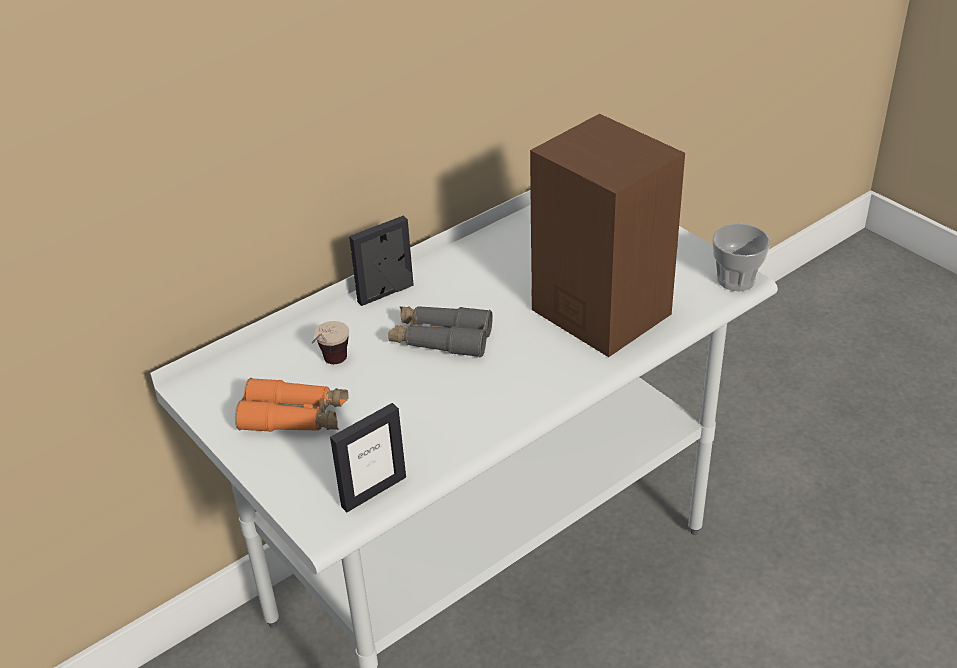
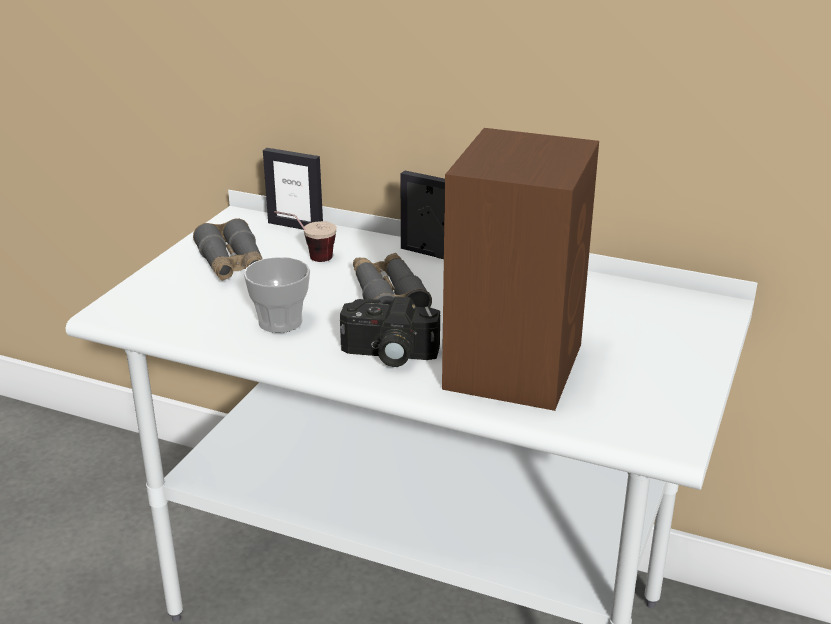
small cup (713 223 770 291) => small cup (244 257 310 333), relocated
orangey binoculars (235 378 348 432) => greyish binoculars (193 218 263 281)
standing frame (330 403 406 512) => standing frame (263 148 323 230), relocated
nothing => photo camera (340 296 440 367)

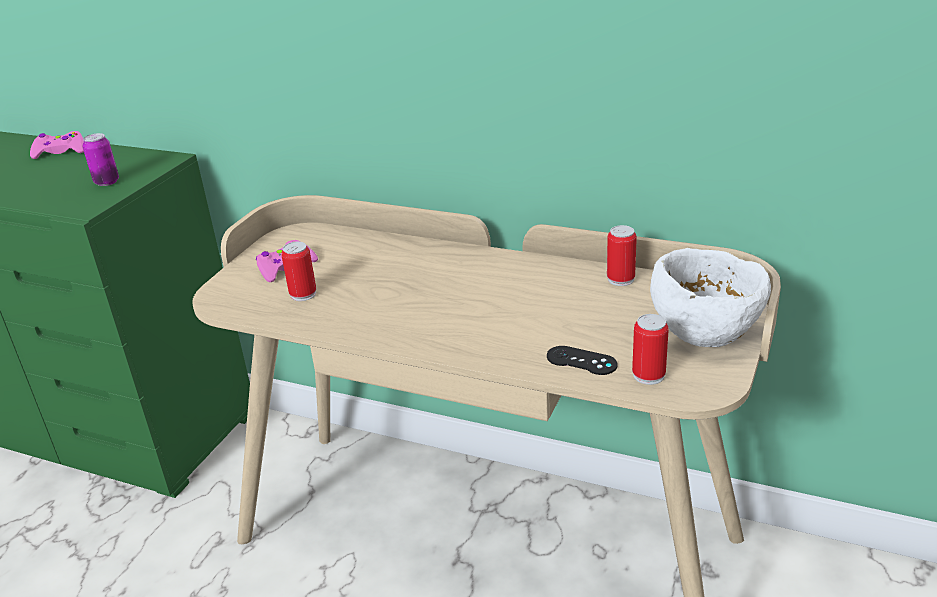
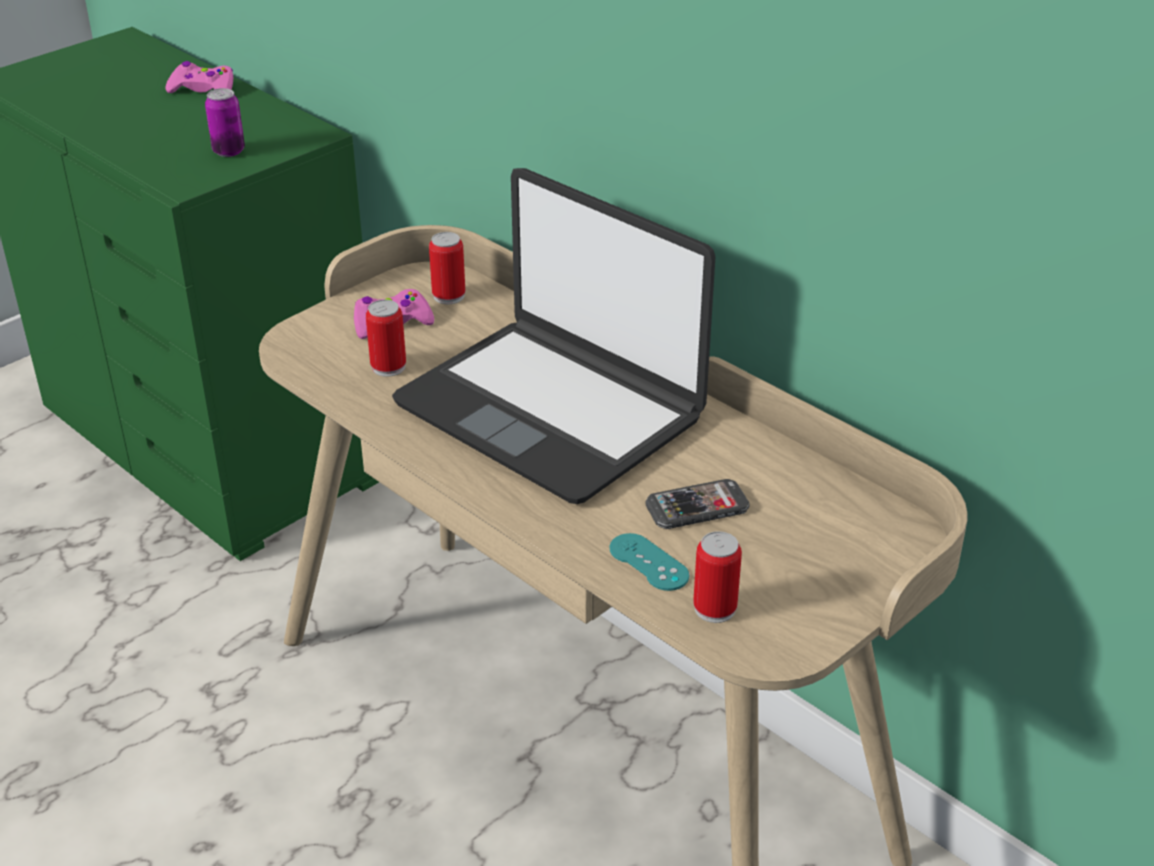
metal can (607 225 637 286) => metal can (429 232 465 304), relocated
white serving bowl (650 248 771 347) => nothing
black game controller (547 346 618 375) => turquoise game controller (610 533 689 591)
nothing => laptop (392 168 715 504)
nothing => handset (645 479 750 529)

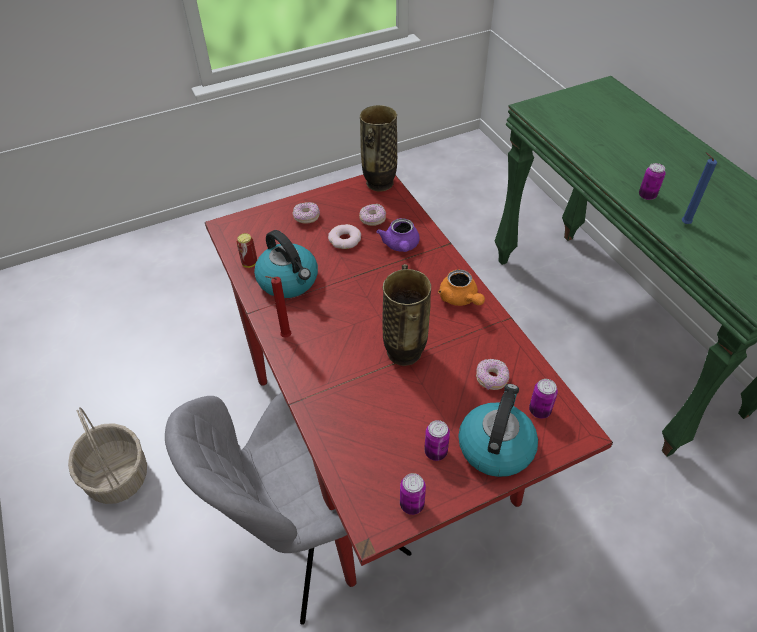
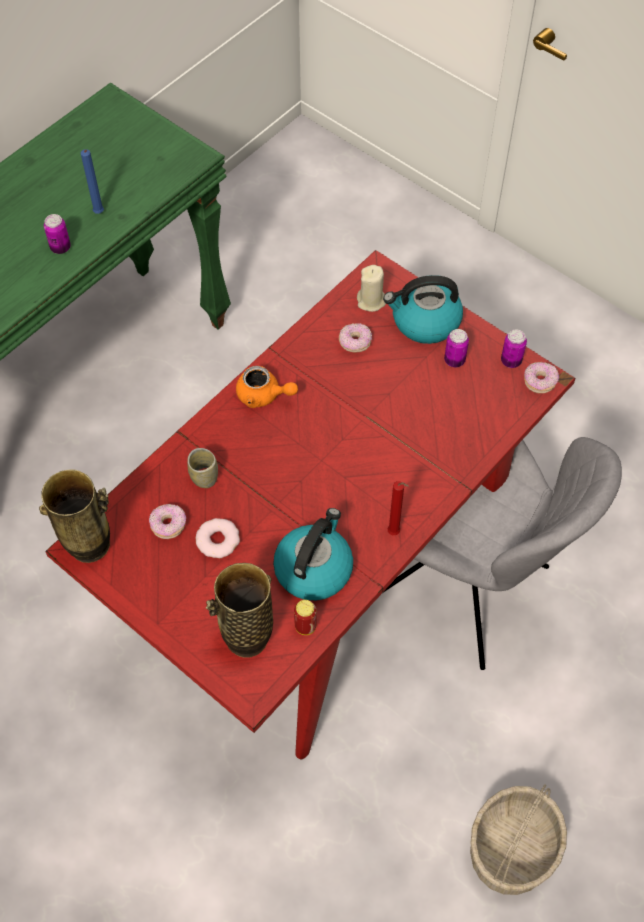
ring doughnut (293 202 320 224) => ring doughnut (524 362 559 393), relocated
purplish pot for tea (377 218 420 252) => small cup (187 448 218 488)
decorative vase (382 264 431 366) => decorative vase (206 563 273 658), relocated
orangey pot for tea (438 269 485 306) => orangey pot for tea (236 366 298 408), 75 degrees clockwise
metal can (529 379 558 418) => beige-coloured wax candle (357 265 386 312)

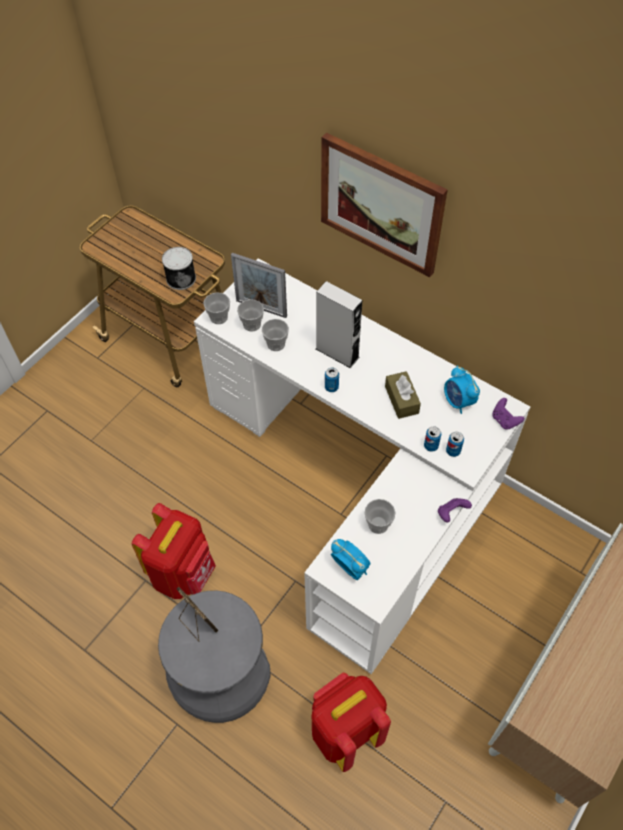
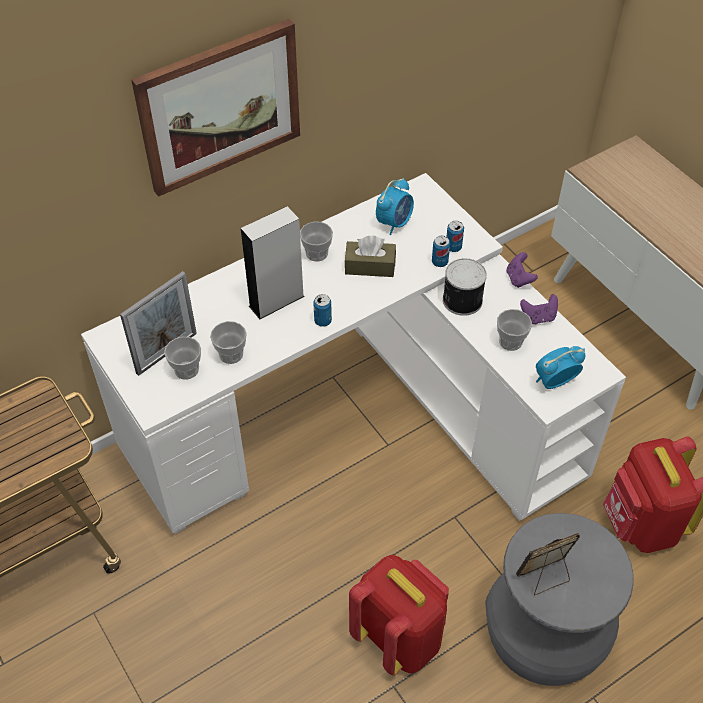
metal can (162 247 196 290) => metal can (443 258 487 316), relocated
small cup (203 292 230 324) => small cup (300 222 333 262), relocated
alarm clock (444 366 480 414) => alarm clock (376 178 414 235), 45 degrees counterclockwise
purplish game controller (492 398 524 430) => purplish game controller (520 294 558 324), relocated

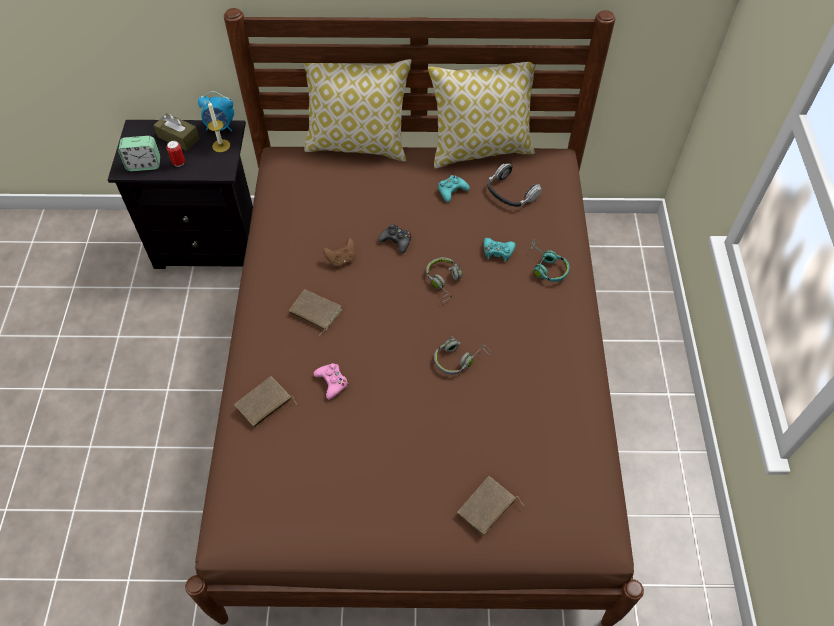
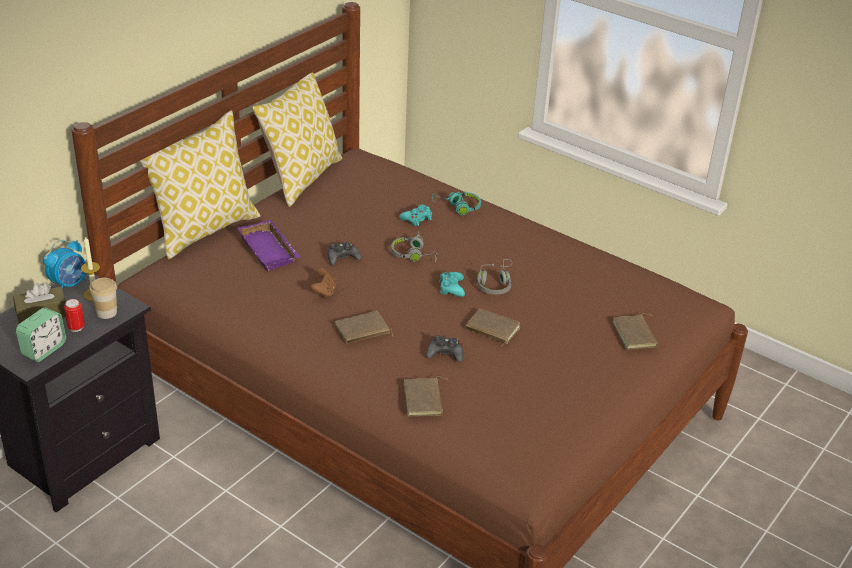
pair of headphones (487 164 542 207) => nothing
turquoise game controller (438 175 470 202) => turquoise game controller (439 272 465 297), relocated
pink-coloured game controller (314 363 348 400) => black game controller (426 335 463 362)
nothing => purplish serving tray (238 220 300 271)
nothing => small cup (89 278 117 319)
nothing => brownish volume (466 309 521 346)

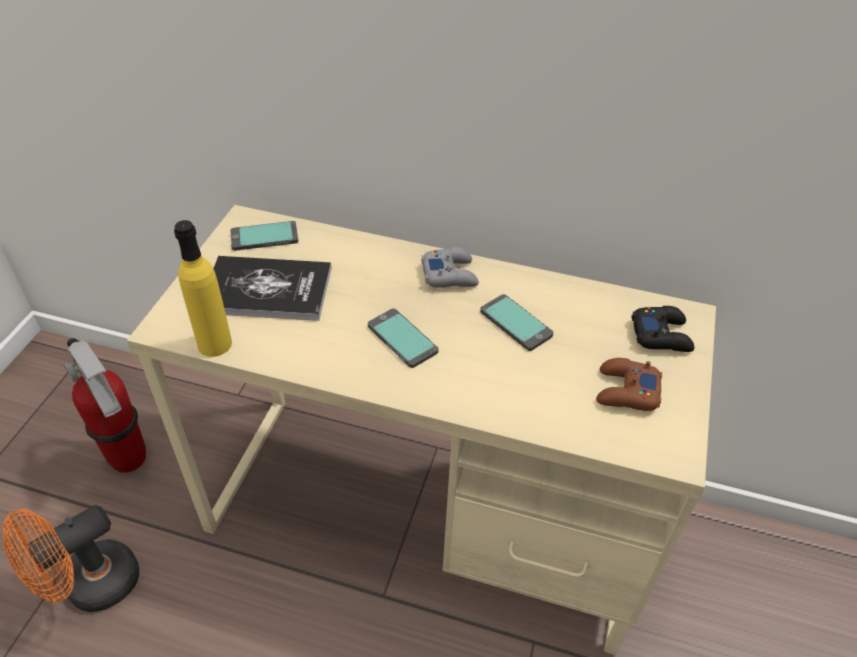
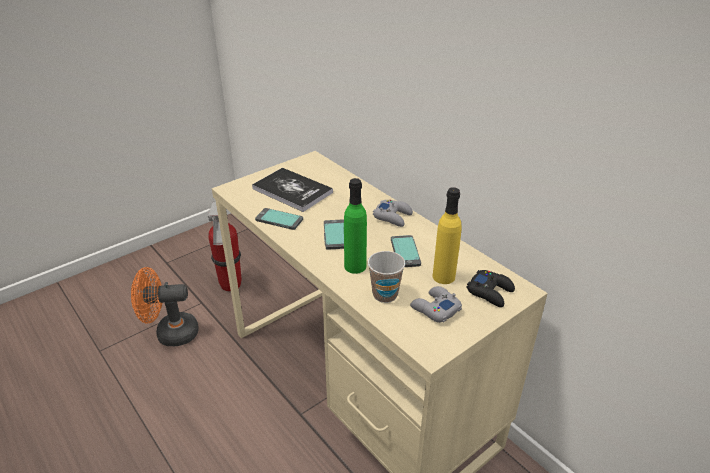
yellow-coloured bottle (174 220 232 357) => yellow-coloured bottle (432 187 462 284), relocated
handset (230 221 299 251) => handset (255 208 303 230), relocated
brownish game controller (596 358 662 411) => greyish game controller (410 286 462 323)
nothing => greenish bottle (344 178 367 274)
nothing => small cup (368 251 405 303)

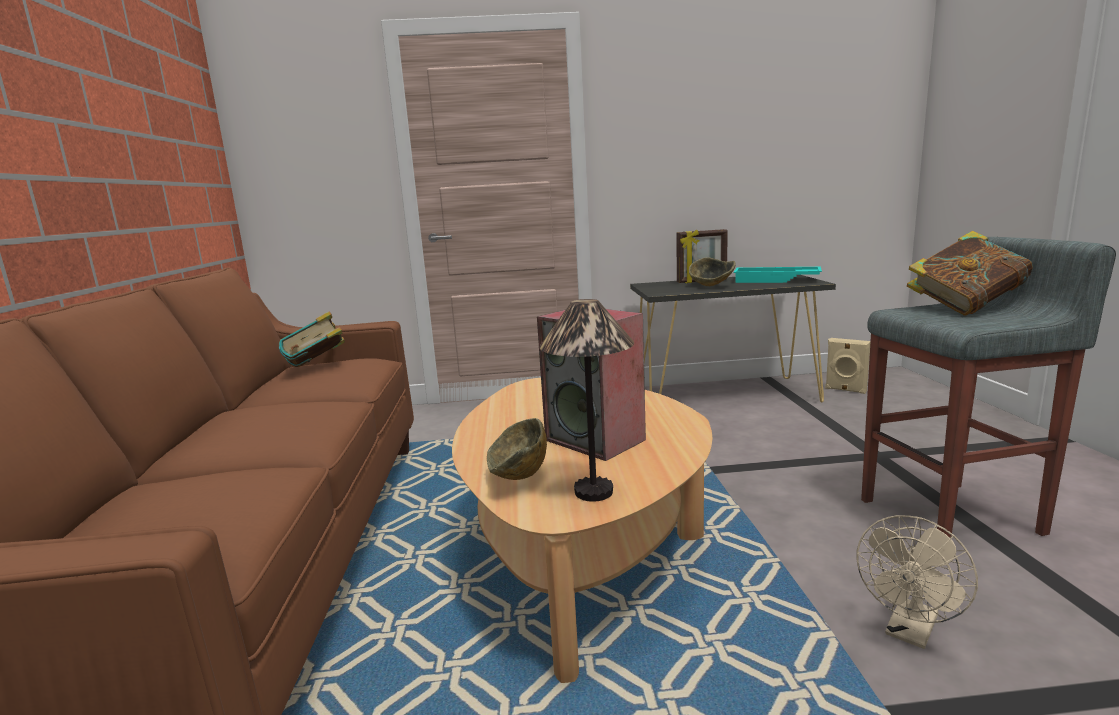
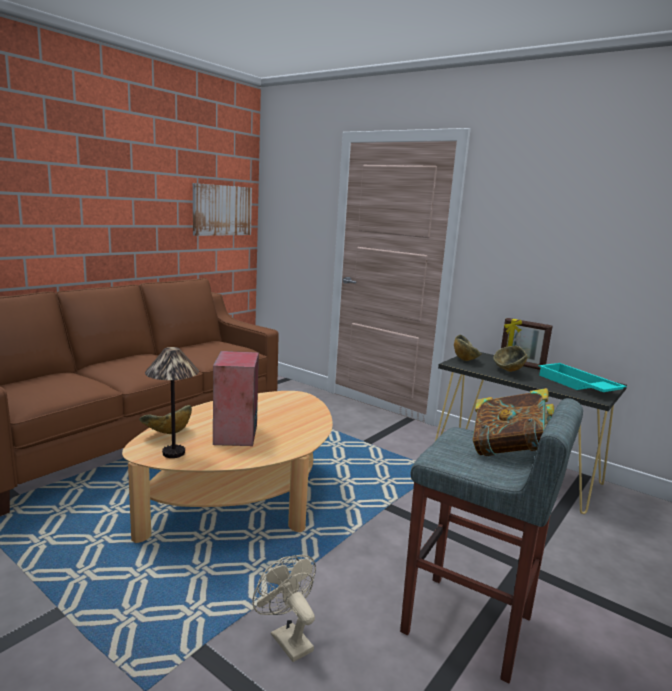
volume (279 312 345 367) => nothing
beige-coloured speaker (825 338 871 394) => nothing
beige-coloured fan (857 515 978 649) => beige-coloured fan (253 555 316 662), 60 degrees clockwise
nothing => wall picture (193 183 252 236)
nothing => serving bowl (454 335 482 361)

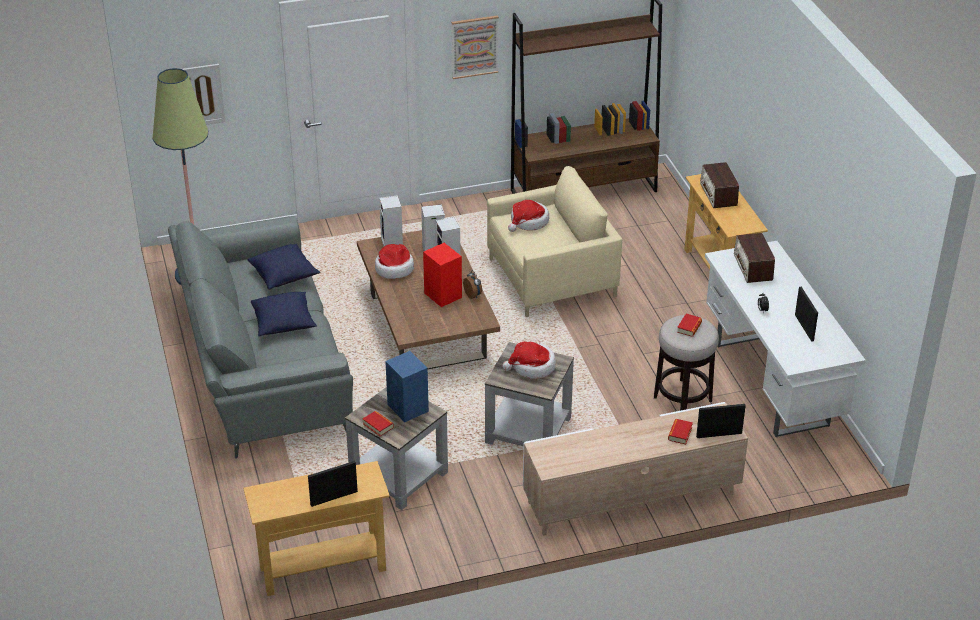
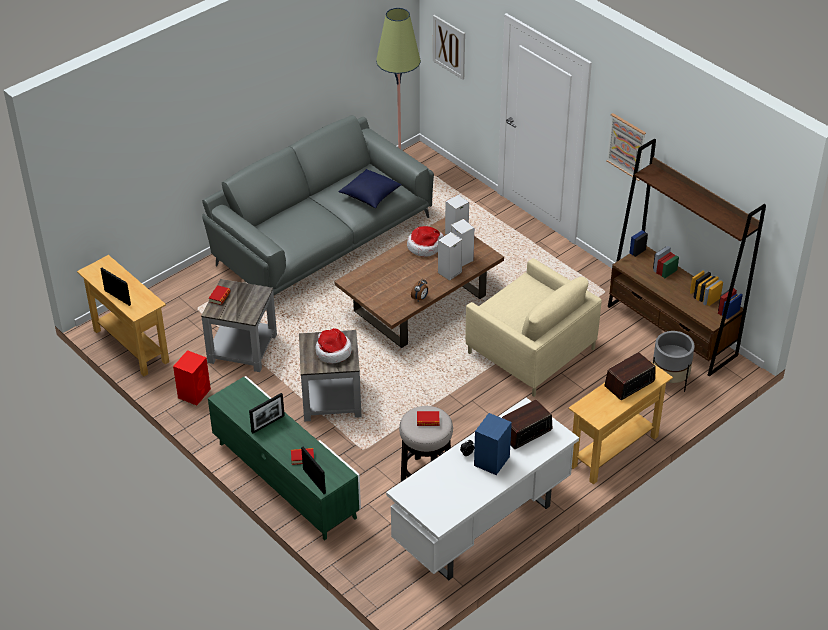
hat (508 200 549 232) => nothing
red speaker (423 243 462 307) => red speaker (173 350 211 405), relocated
standing frame (795 287 818 342) => standing frame (249 393 285 433), relocated
blue cushion (251 292 317 336) => nothing
blue speaker (385 351 429 422) => blue speaker (474 413 512 475), relocated
beige-coloured media console (523 402 748 536) => greenish media console (208 376 361 540)
nothing => greyish plant pot (653 331 695 392)

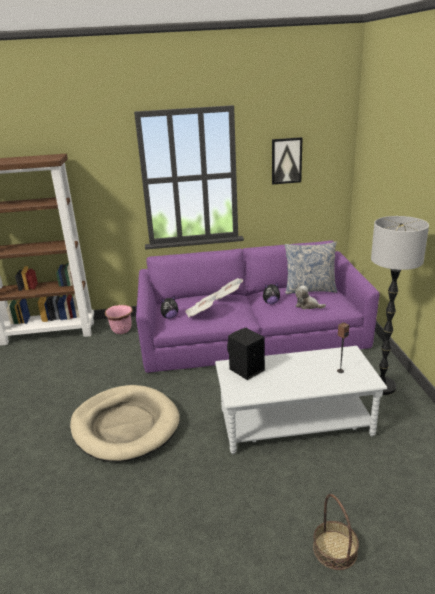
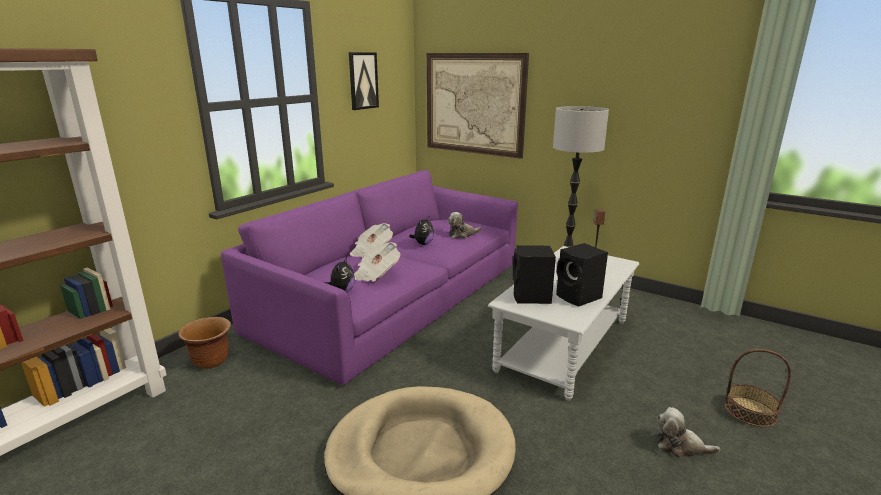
cushion (285 241 337 294) => nothing
pink-coloured plant pot (105 305 133 334) => brownish plant pot (178 317 231 369)
nothing => wall picture (427 53 529 159)
nothing => black speaker (556 243 608 307)
nothing => cuddly toy (657 407 720 458)

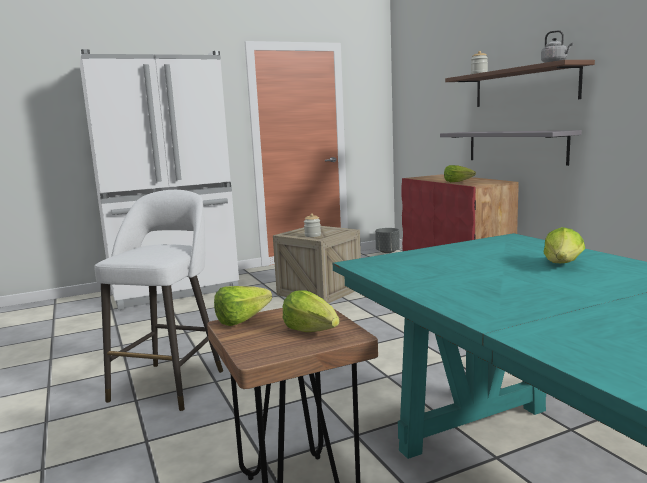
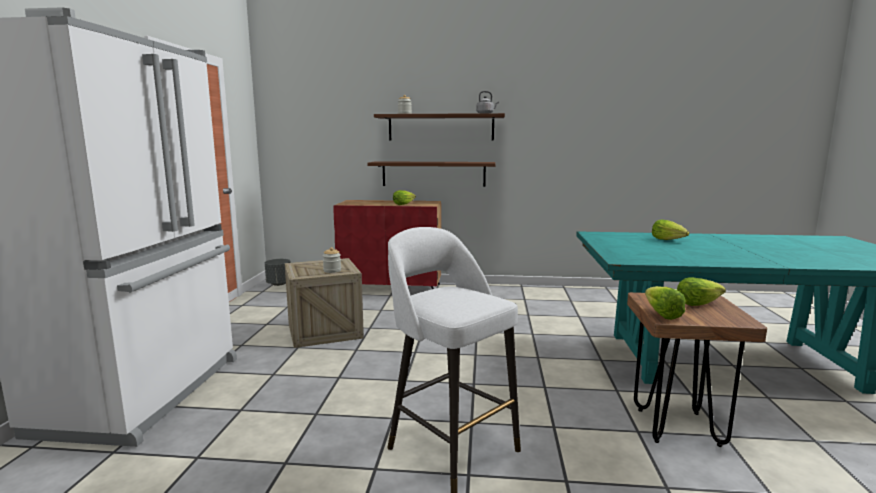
greyish bracket shelf (440 130 582 166) => brownish bracket shelf (367 161 496 187)

